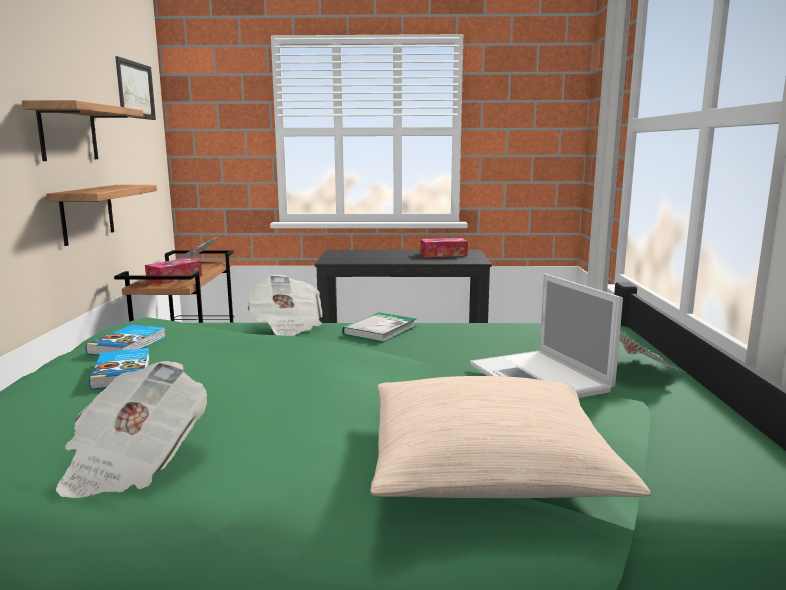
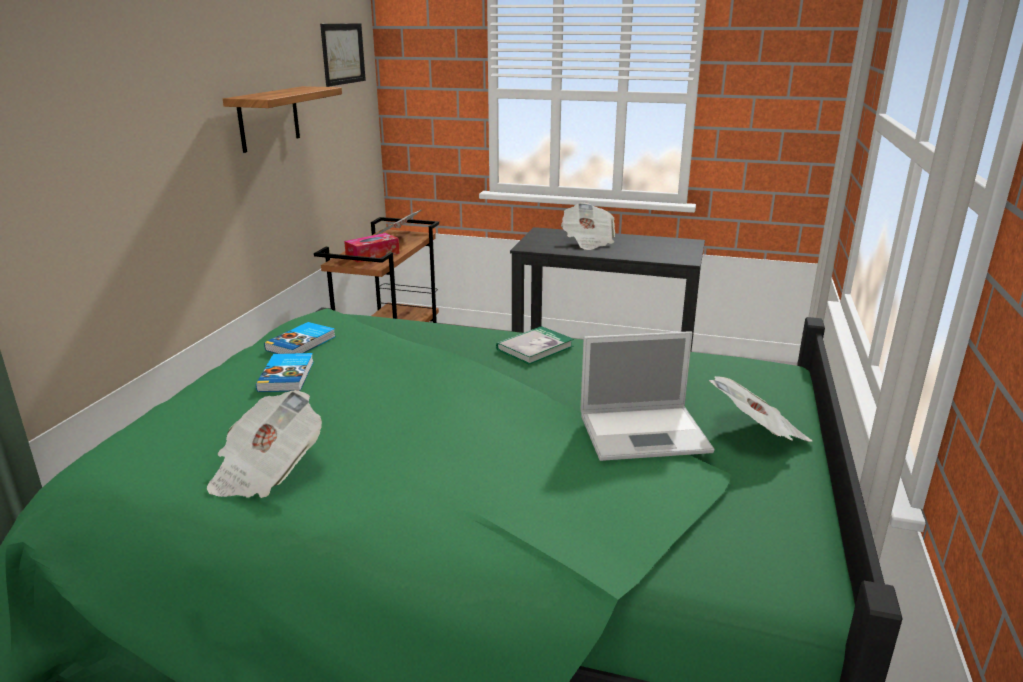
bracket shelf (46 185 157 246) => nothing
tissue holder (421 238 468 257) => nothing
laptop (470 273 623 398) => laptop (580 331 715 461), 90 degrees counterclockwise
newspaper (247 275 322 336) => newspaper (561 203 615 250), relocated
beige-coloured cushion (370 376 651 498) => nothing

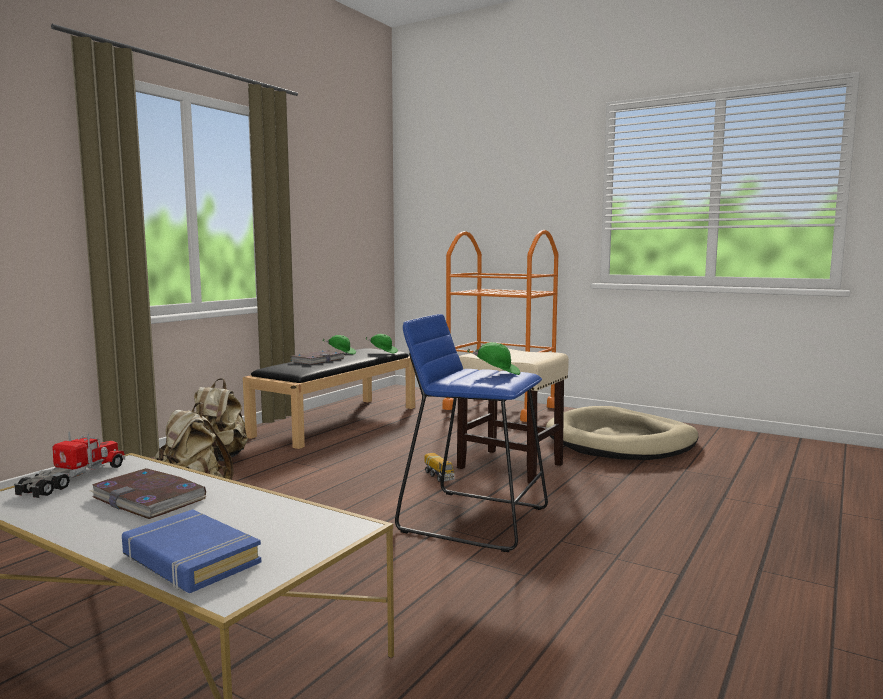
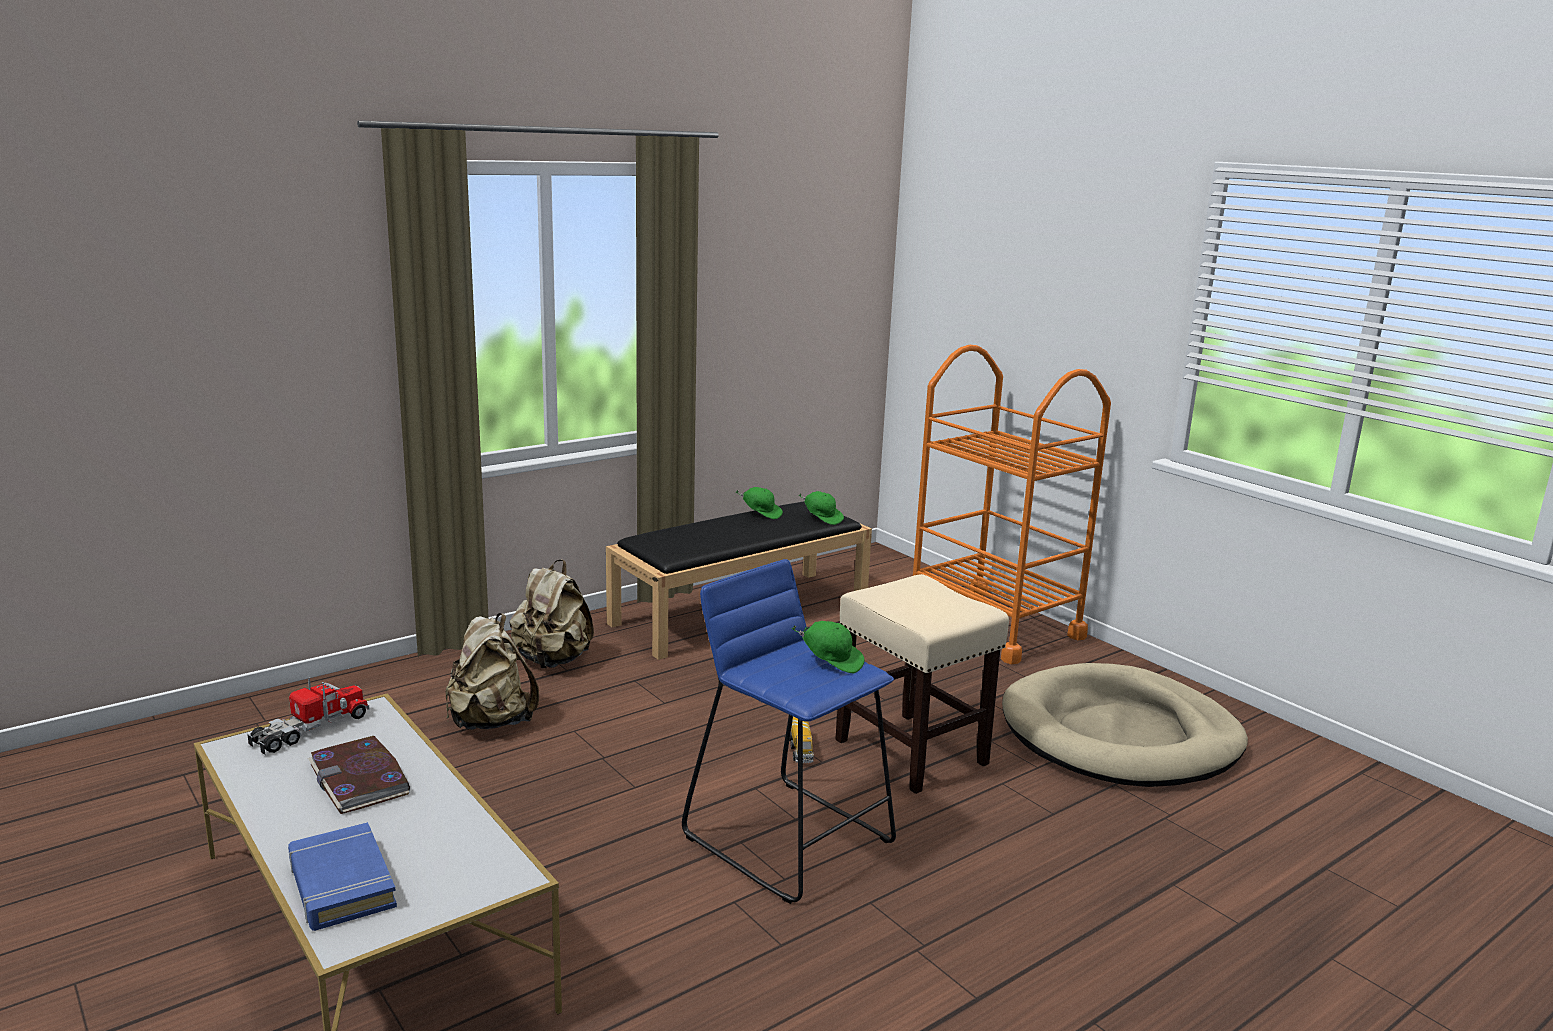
volume (291 350 345 365) => nothing

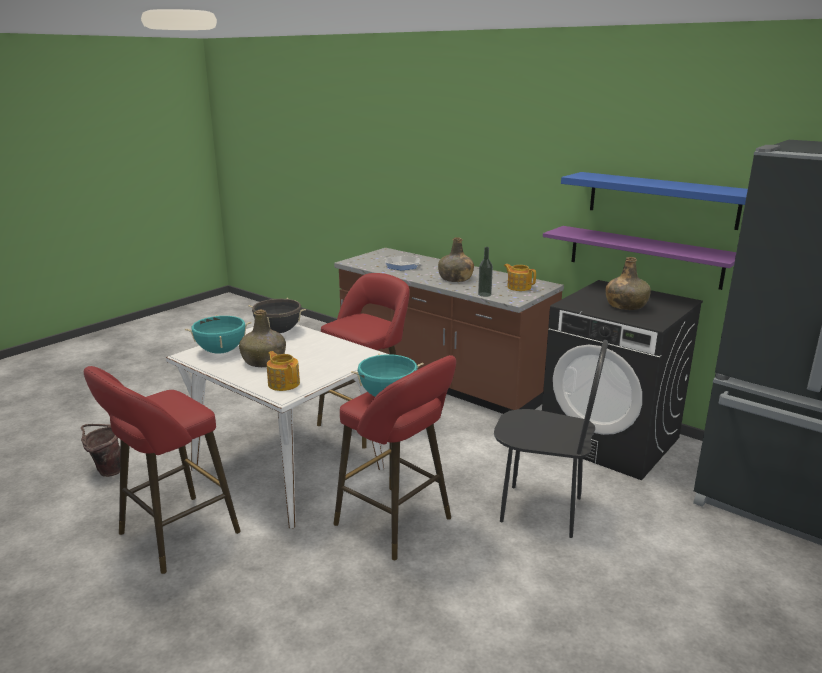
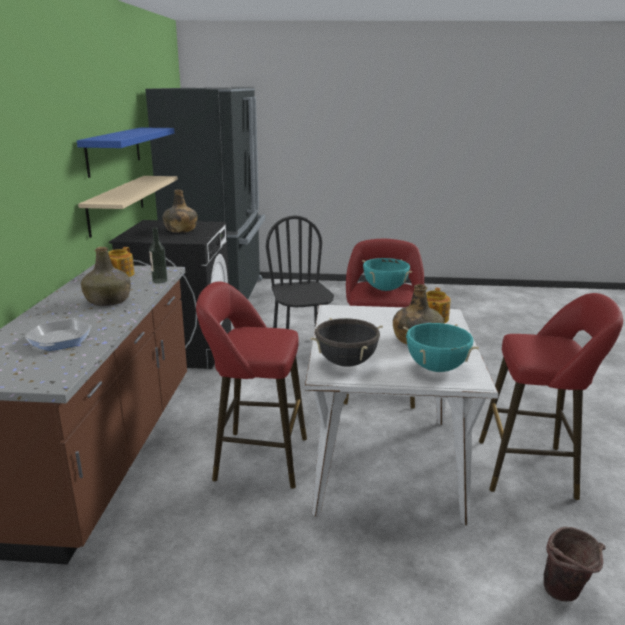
purplish bracket shelf (543 226 736 290) => beige-coloured bracket shelf (78 176 178 238)

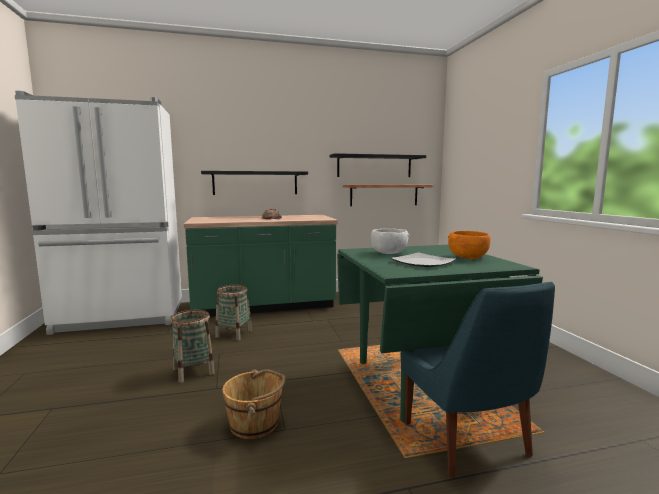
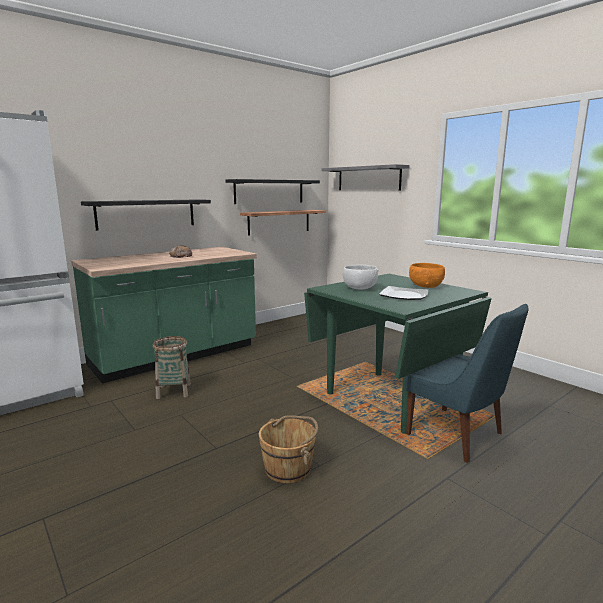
household basket (170 310 214 383) => nothing
nothing => greyish bracket shelf (321 164 410 190)

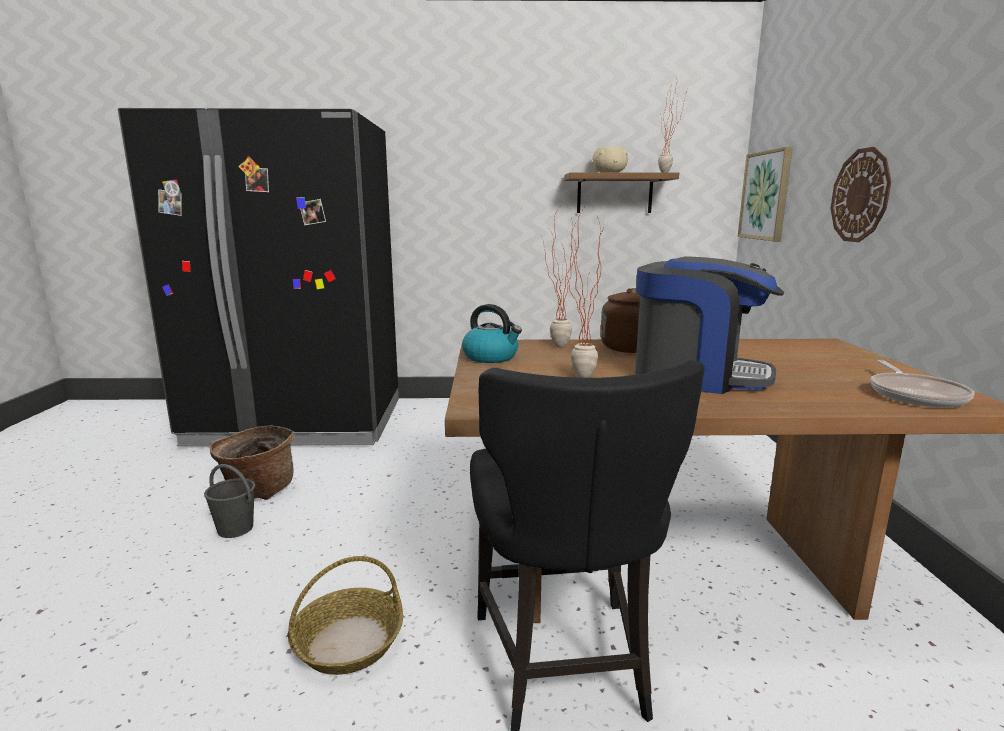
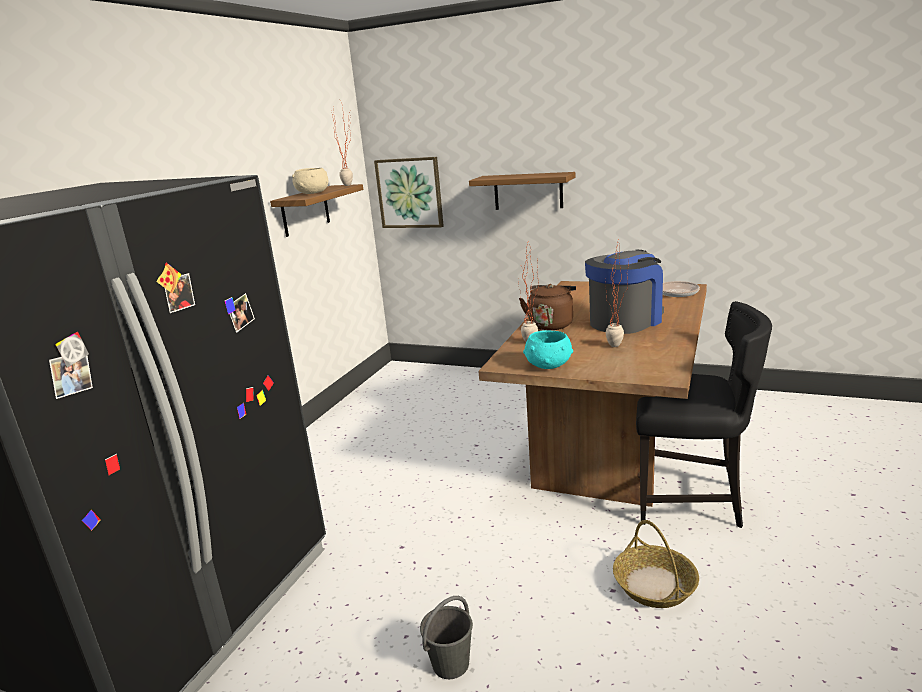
clock on the wall (831 147 891 242) => bracket shelf (469 172 575 210)
kettle (462 304 522 363) => turquoise serving bowl (523 330 573 369)
household basket (209 425 295 500) => nothing

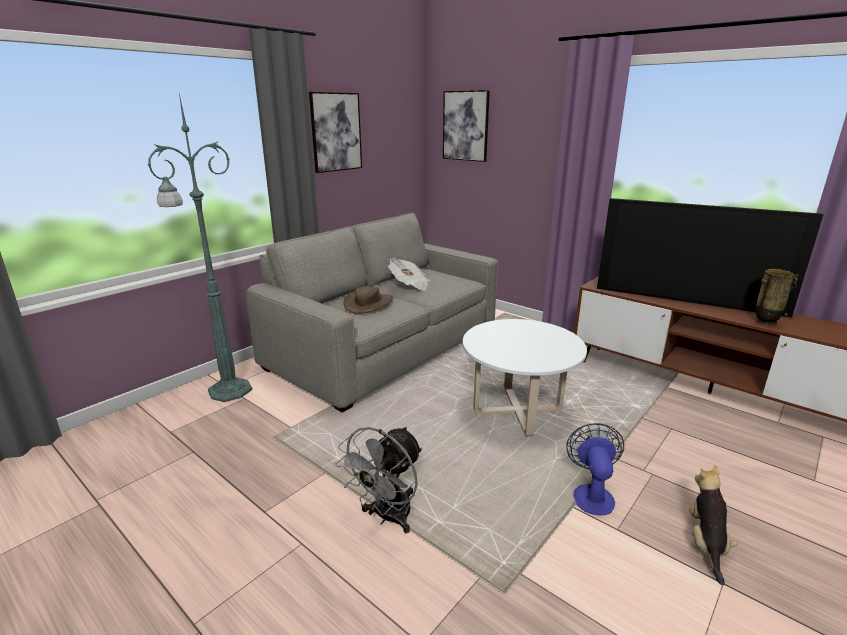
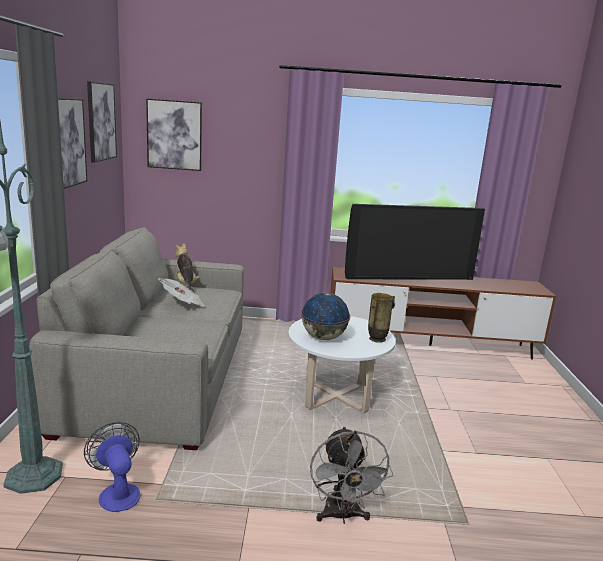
decorative vase (755 269 798 325) => decorative vase (368 293 395 343), relocated
brownish hat (343 286 393 314) => nothing
fan (566 423 624 515) => fan (84 422 140 512), relocated
cuddly toy (689 465 738 585) => cuddly toy (175 243 200 292), relocated
nothing => wall picture (87 81 117 163)
nothing => world globe (301 293 350 340)

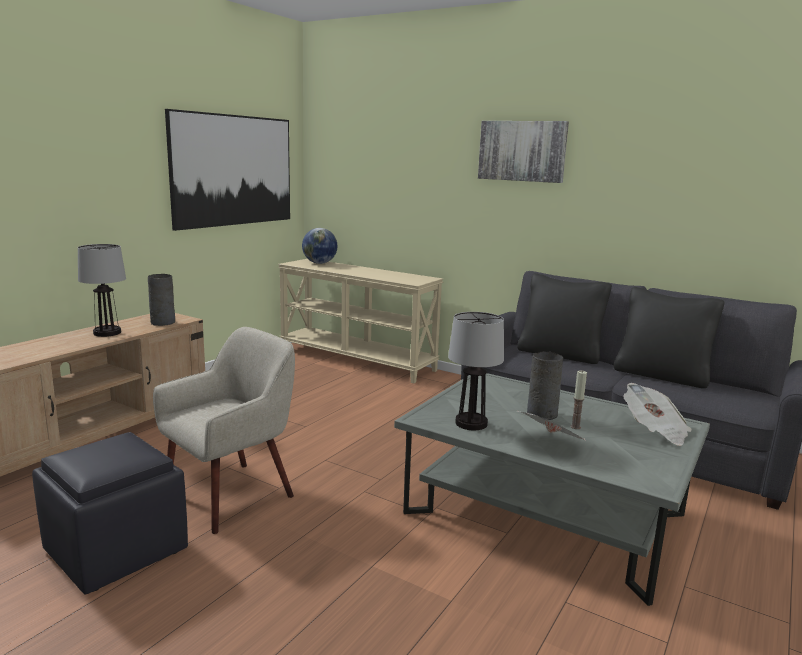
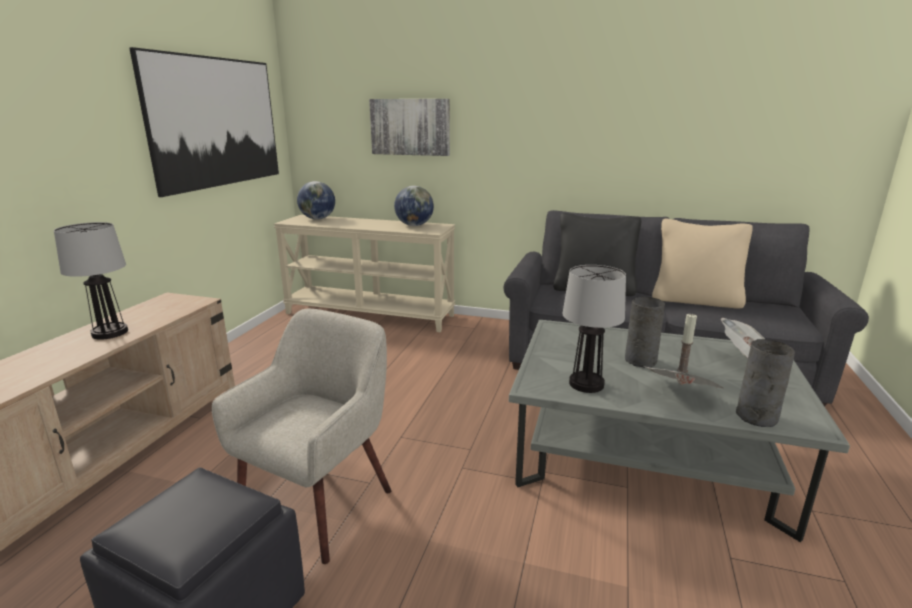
wall picture (478 121 569 183) => wall picture (369 99 450 156), relocated
greyish decorative vase (148 274 175 326) => greyish decorative vase (736 339 795 427), relocated
black cushion (614 287 724 388) => beige-coloured cushion (652 218 753 309)
nothing => world globe (394 186 434 226)

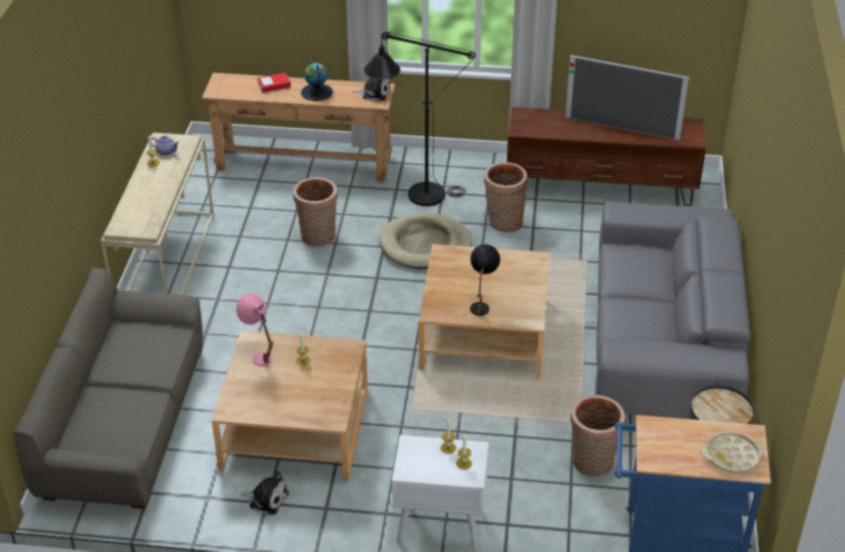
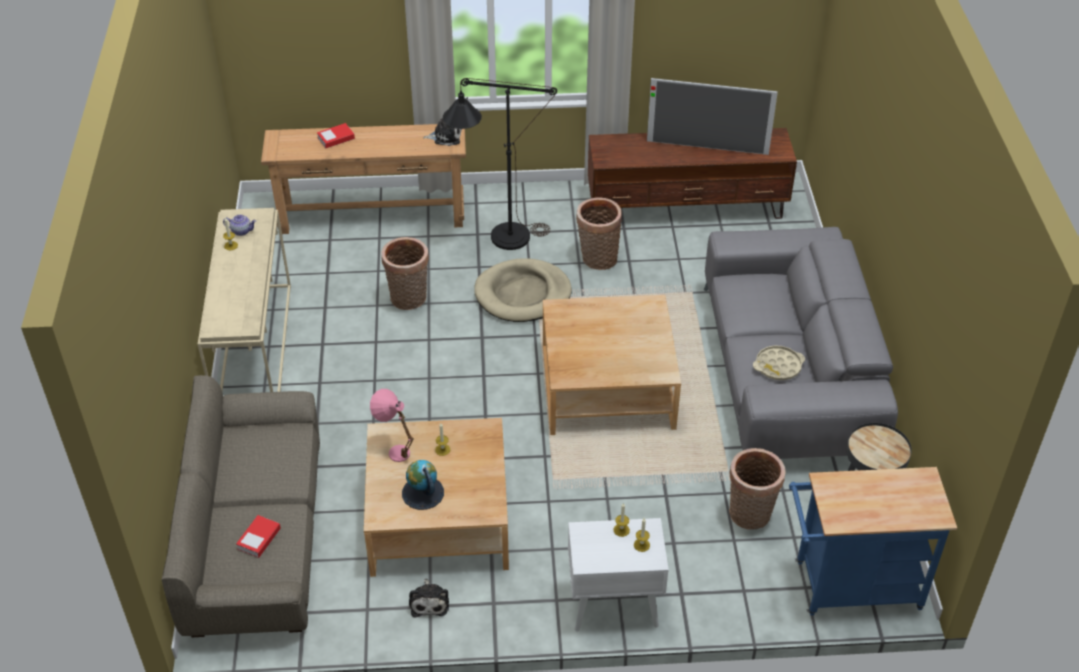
world globe (301 63 333 101) => world globe (402 460 444 510), relocated
black lamp for a table (470 244 500 316) => nothing
beige-coloured serving tray (702 432 765 474) => beige-coloured serving tray (753 345 805 380), relocated
cuddly toy (241 471 289 515) => cuddly toy (409 578 449 617), 75 degrees clockwise
nothing => volume (236 515 281 558)

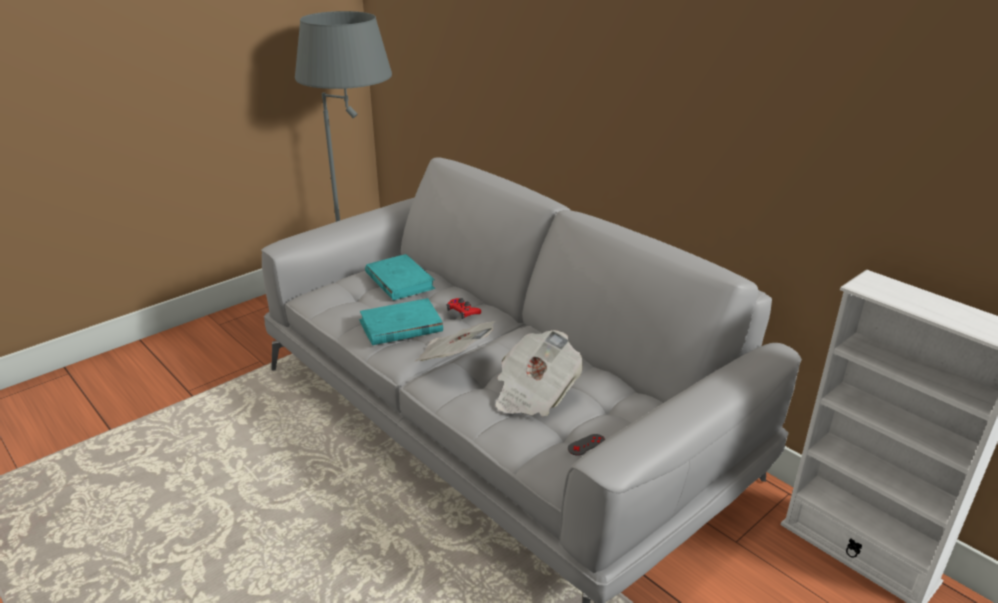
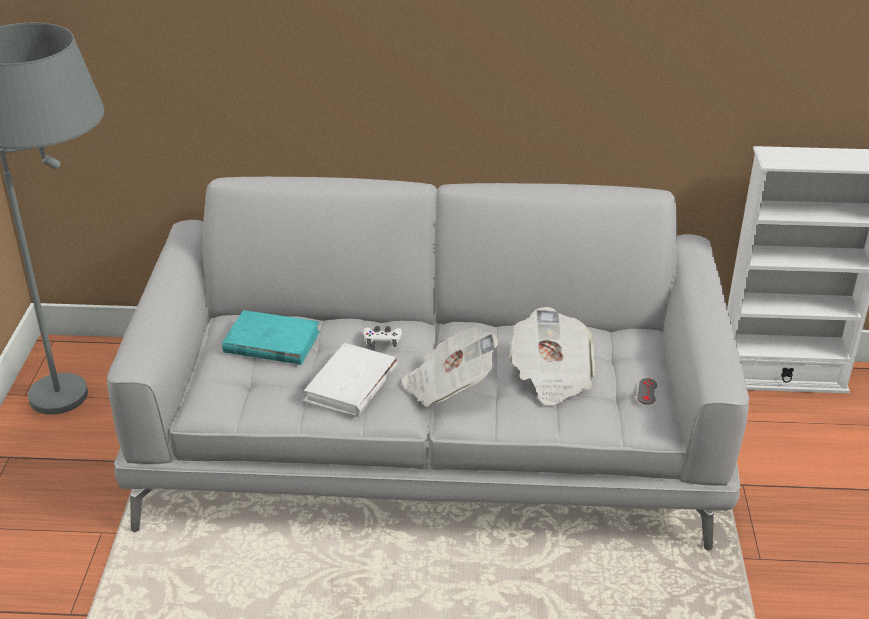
turquoise volume (359 298 443 345) => white volume (303 343 398 417)
red game controller (447 298 481 319) => white game controller (363 326 402 347)

